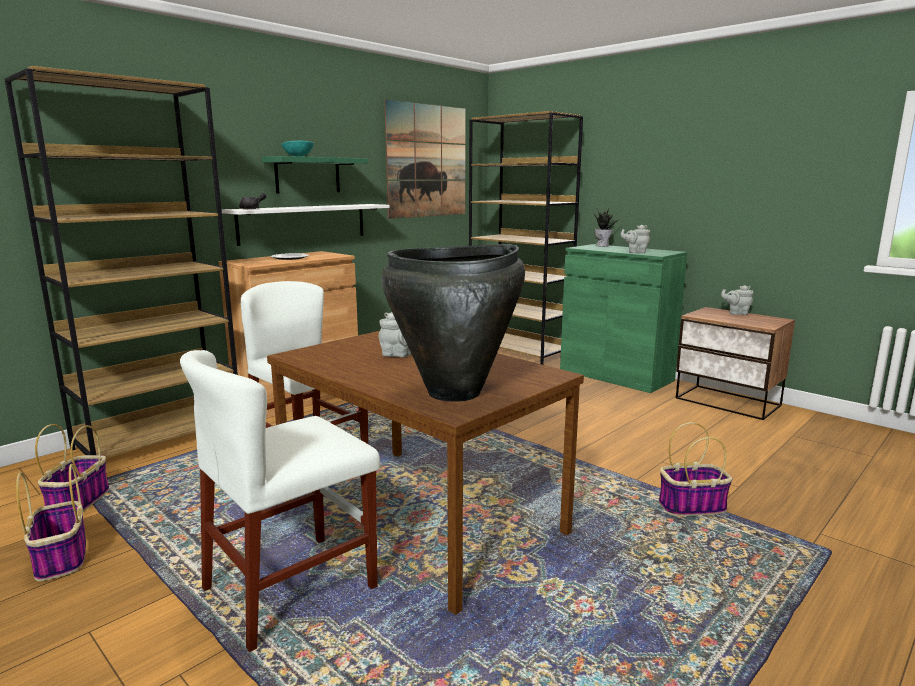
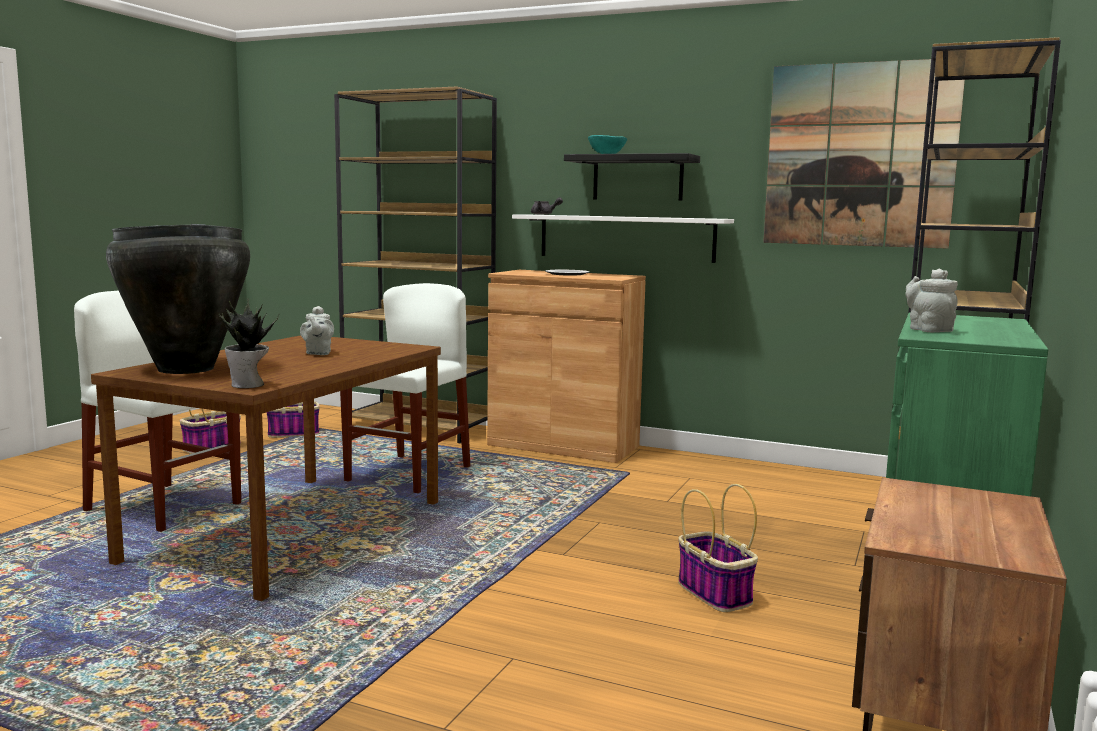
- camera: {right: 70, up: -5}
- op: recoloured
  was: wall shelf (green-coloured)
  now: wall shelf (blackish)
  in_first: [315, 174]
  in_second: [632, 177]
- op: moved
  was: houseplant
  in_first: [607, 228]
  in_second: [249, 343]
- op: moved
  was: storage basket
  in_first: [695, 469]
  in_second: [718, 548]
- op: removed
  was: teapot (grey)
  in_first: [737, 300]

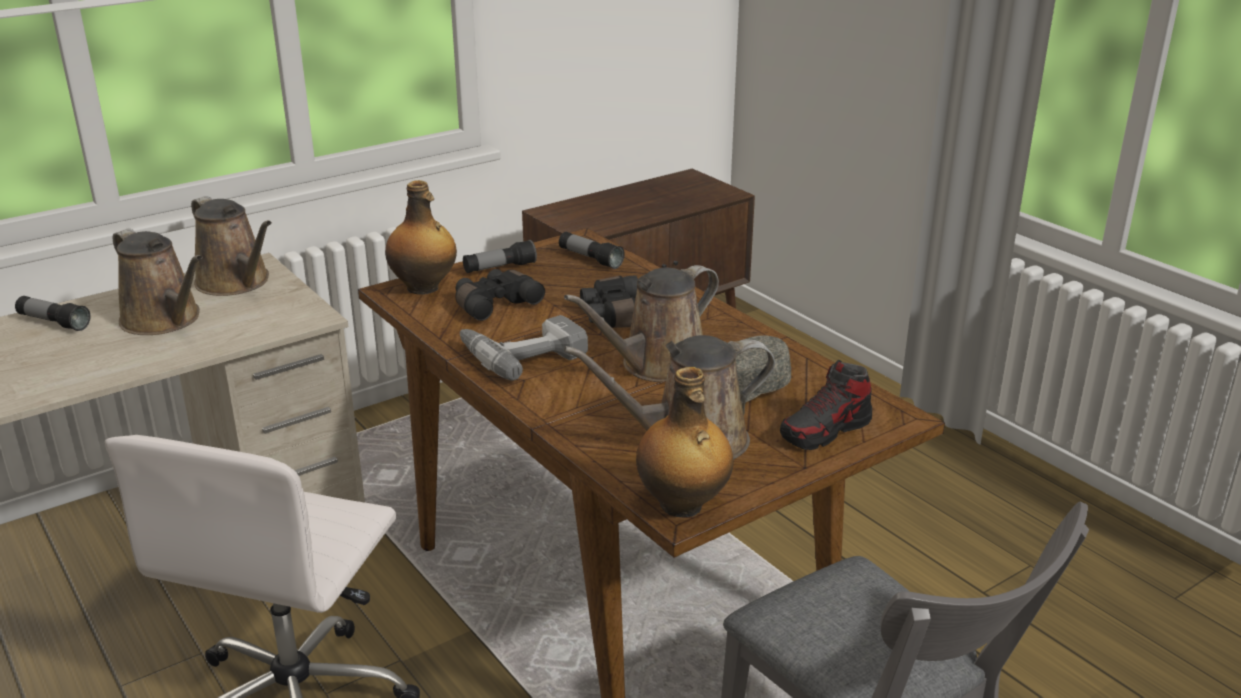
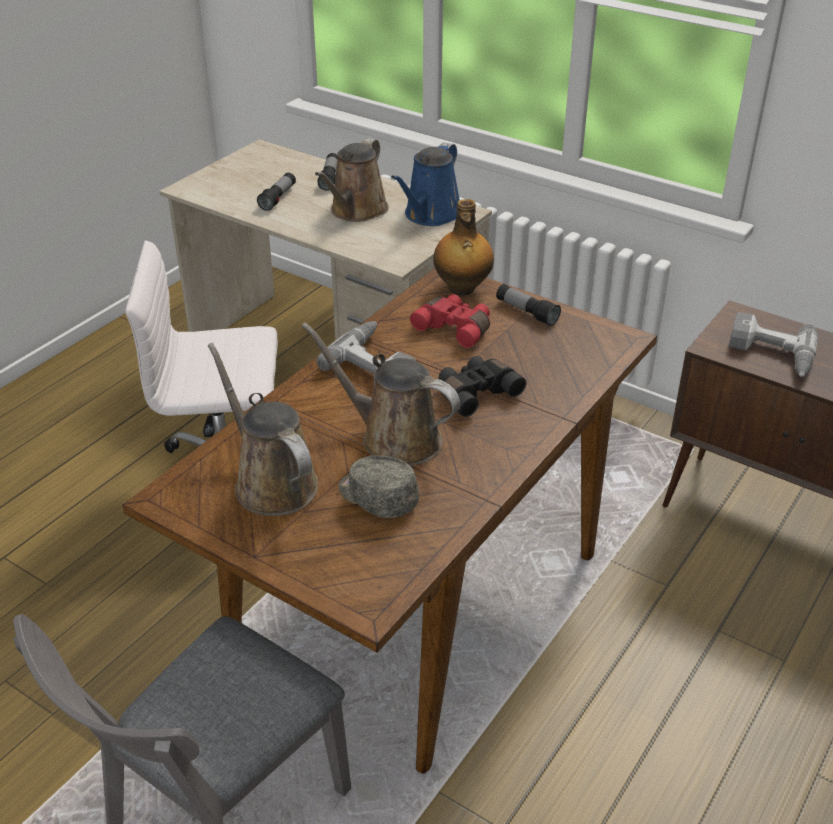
- camera: {right: 70, up: 10}
- op: recoloured
  was: watering pot (brown)
  now: watering pot (blue-coloured)
  in_first: [231, 246]
  in_second: [425, 184]
- op: recoloured
  was: pair of binoculars (blackish)
  now: pair of binoculars (reddish)
  in_first: [500, 295]
  in_second: [450, 321]
- op: moved
  was: hand torch
  in_first: [592, 250]
  in_second: [276, 192]
- op: removed
  was: bottle
  in_first: [685, 442]
- op: removed
  was: item of footwear
  in_first: [826, 405]
- op: added
  now: electric drill
  in_second: [773, 344]

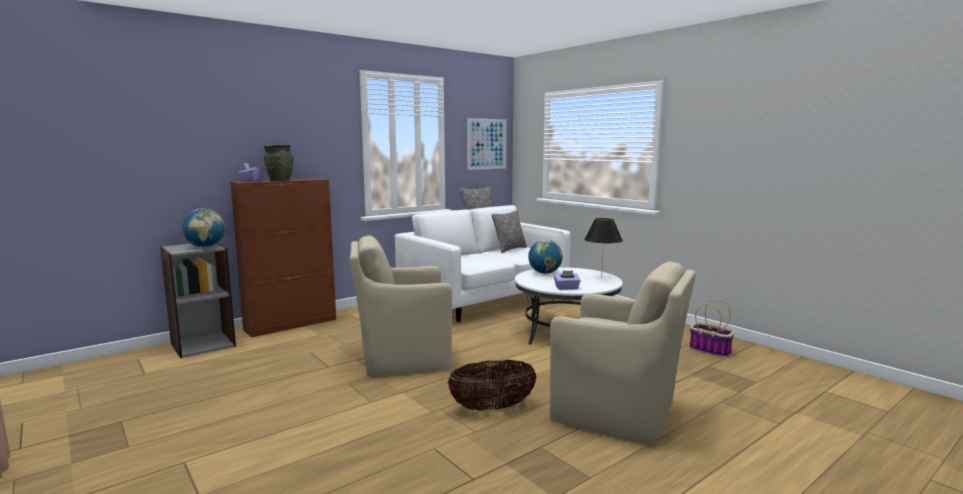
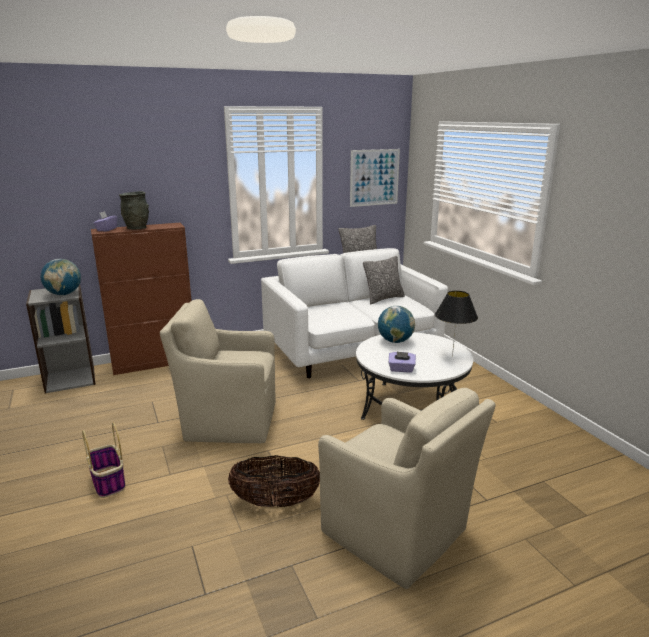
- camera: {right: 15, up: 10}
- op: moved
  was: storage basket
  in_first: [712, 328]
  in_second: [103, 460]

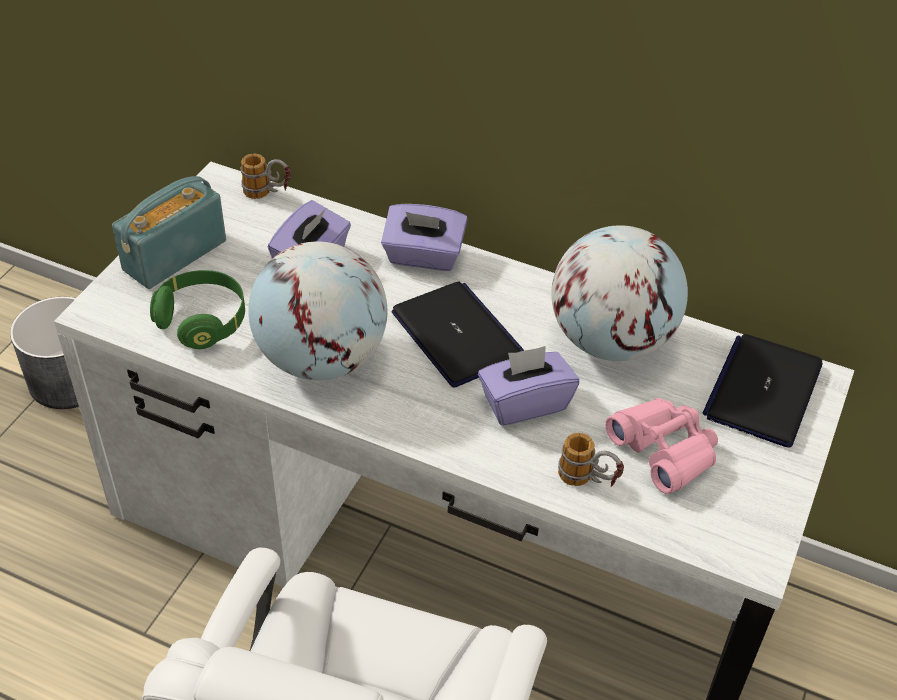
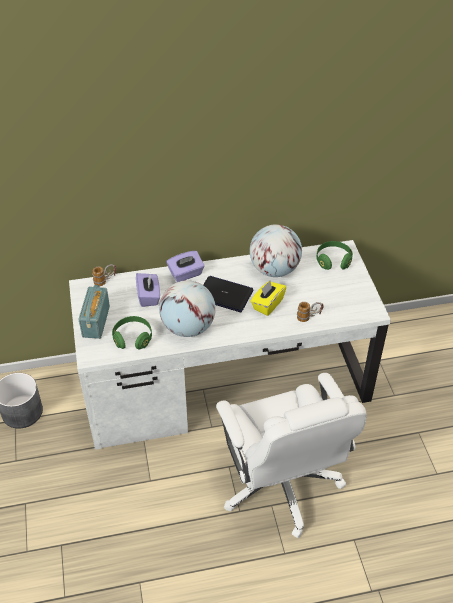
- camera: {right: -35, up: 0}
- op: recoloured
  was: box of tissues (purple-coloured)
  now: box of tissues (yellow)
  in_first: [528, 386]
  in_second: [268, 298]
- op: removed
  was: pair of binoculars (pink-coloured)
  in_first: [661, 446]
- op: replaced
  was: laptop
  now: headphones (green-coloured)
  in_first: [763, 390]
  in_second: [334, 255]

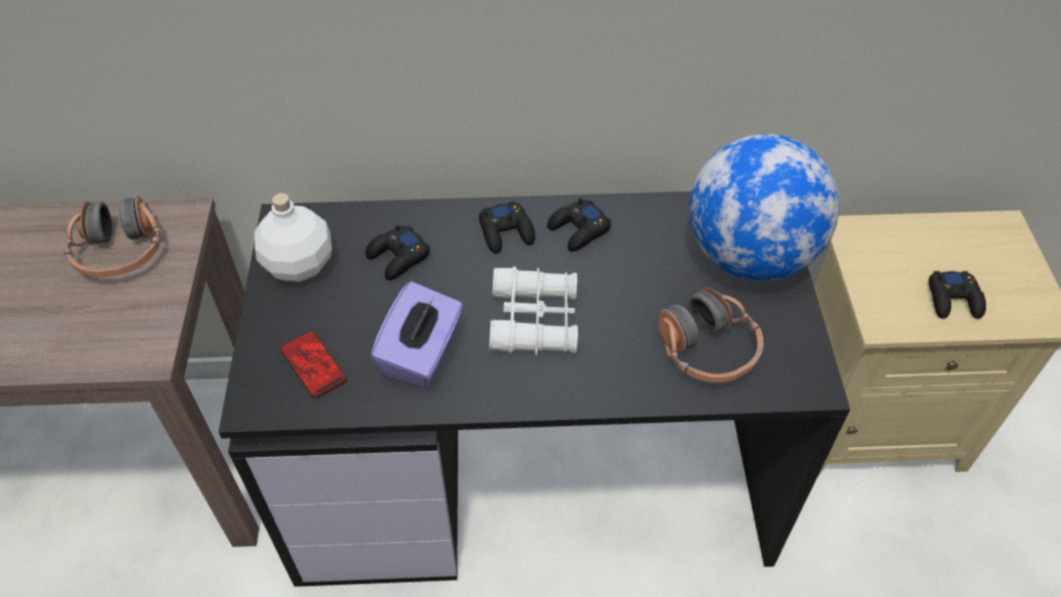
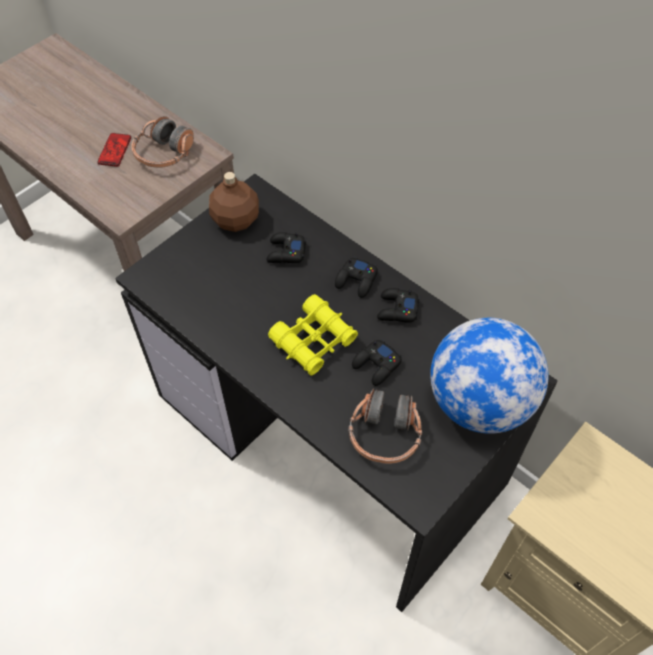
- camera: {right: 45, up: 5}
- op: recoloured
  was: bottle (white-coloured)
  now: bottle (brown)
  in_first: [293, 237]
  in_second: [234, 202]
- op: moved
  was: telephone
  in_first: [313, 364]
  in_second: [114, 150]
- op: removed
  was: box of tissues (purple-coloured)
  in_first: [417, 335]
- op: recoloured
  was: pair of binoculars (white-coloured)
  now: pair of binoculars (yellow)
  in_first: [533, 311]
  in_second: [313, 335]
- op: moved
  was: game controller (blackish)
  in_first: [957, 295]
  in_second: [377, 362]

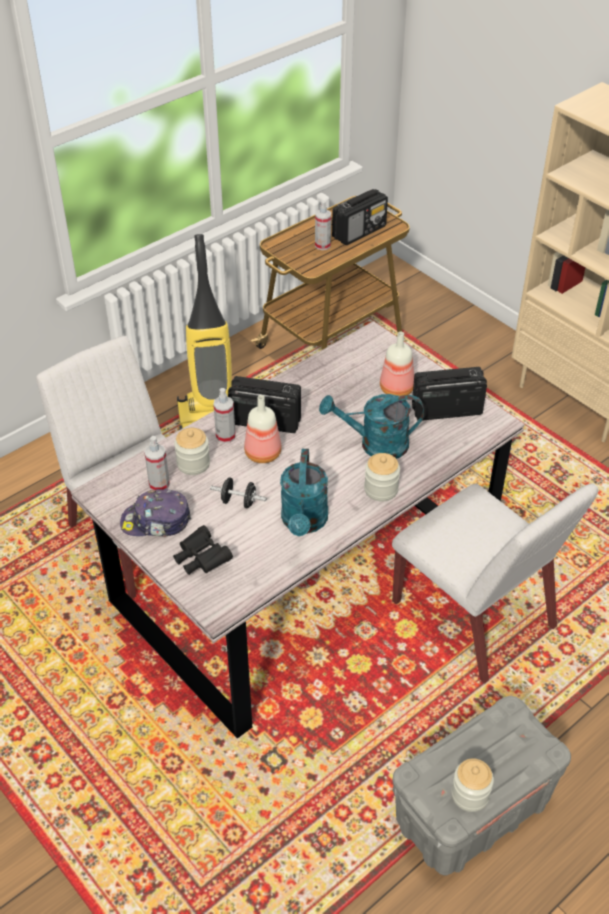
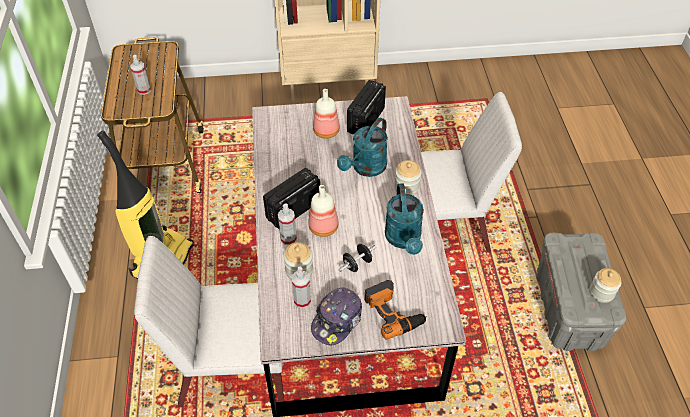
- camera: {right: -55, up: 5}
- op: replaced
  was: pair of binoculars (blackish)
  now: electric drill
  in_first: [203, 550]
  in_second: [395, 309]
- op: turned
  was: watering pot (blue-green)
  in_first: [304, 492]
  in_second: [404, 219]
  clockwise: 45
- op: removed
  was: radio set
  in_first: [360, 217]

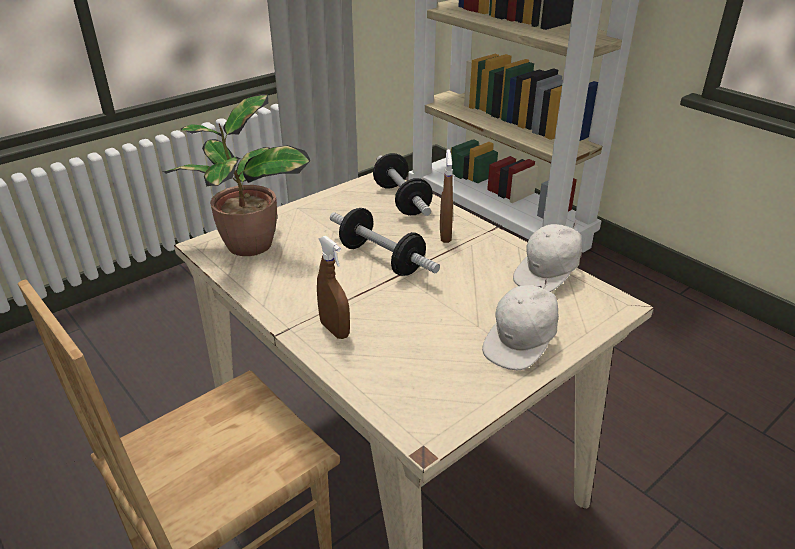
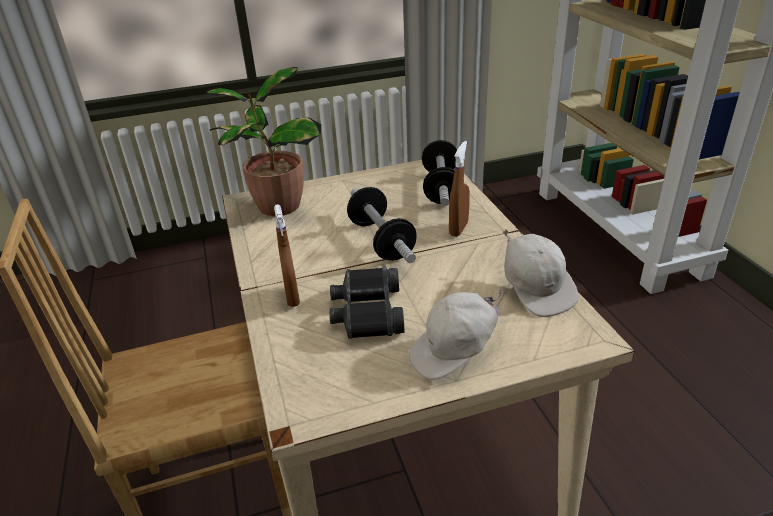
- camera: {right: 25, up: 0}
- op: turned
  was: cap (white-coloured)
  in_first: [547, 257]
  in_second: [541, 273]
  clockwise: -90
- op: added
  now: pair of binoculars (blackish)
  in_second: [366, 302]

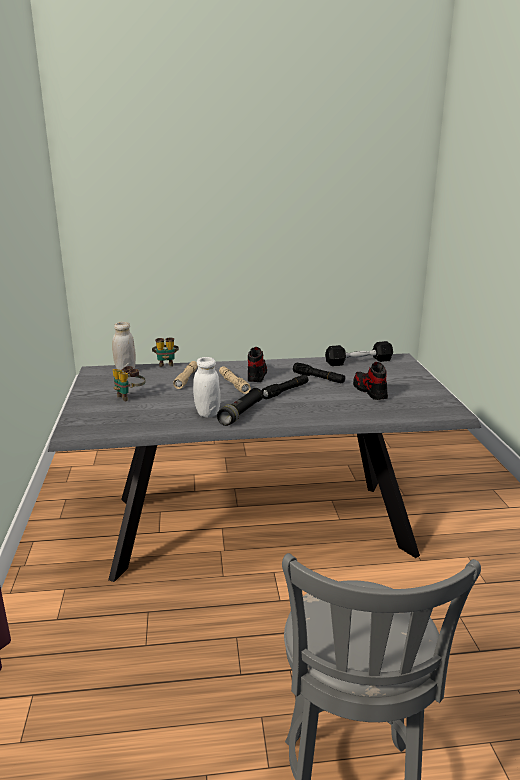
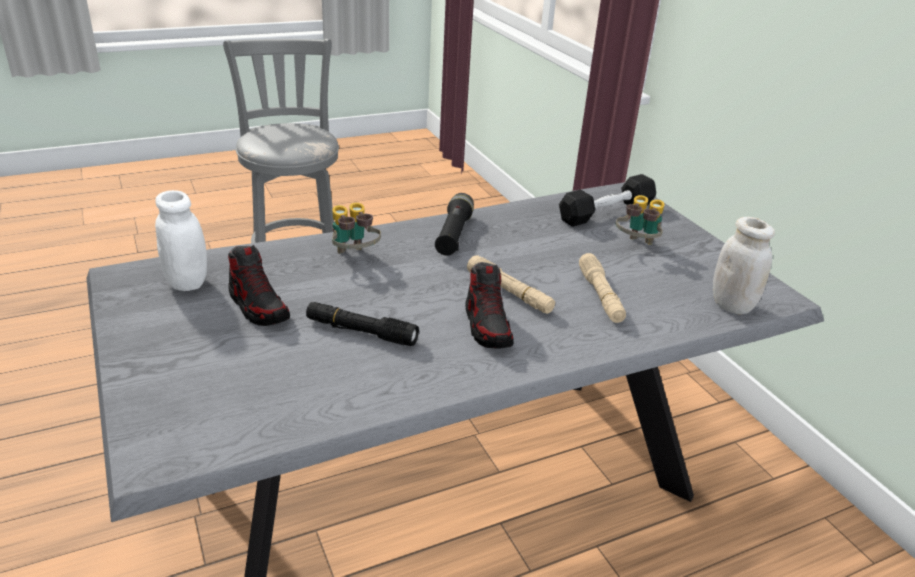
- camera: {right: 160, up: 10}
- op: moved
  was: pair of binoculars
  in_first: [165, 352]
  in_second: [356, 228]
- op: moved
  was: storage jar (white-coloured)
  in_first: [206, 387]
  in_second: [181, 240]
- op: removed
  was: hand torch (blackish)
  in_first: [284, 387]
- op: moved
  was: free weight (blackish)
  in_first: [359, 353]
  in_second: [607, 200]

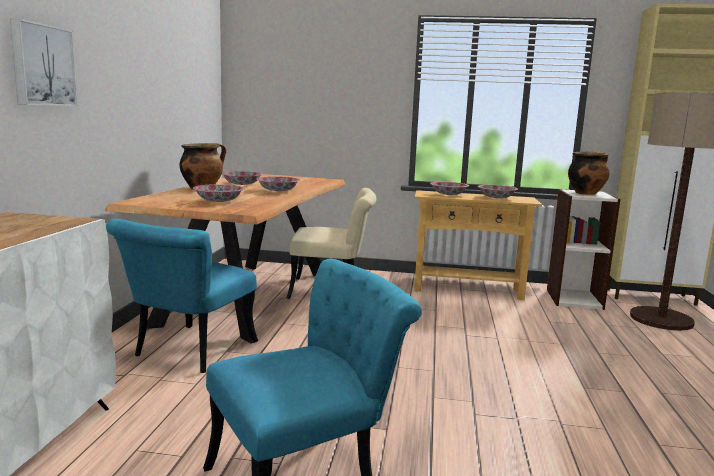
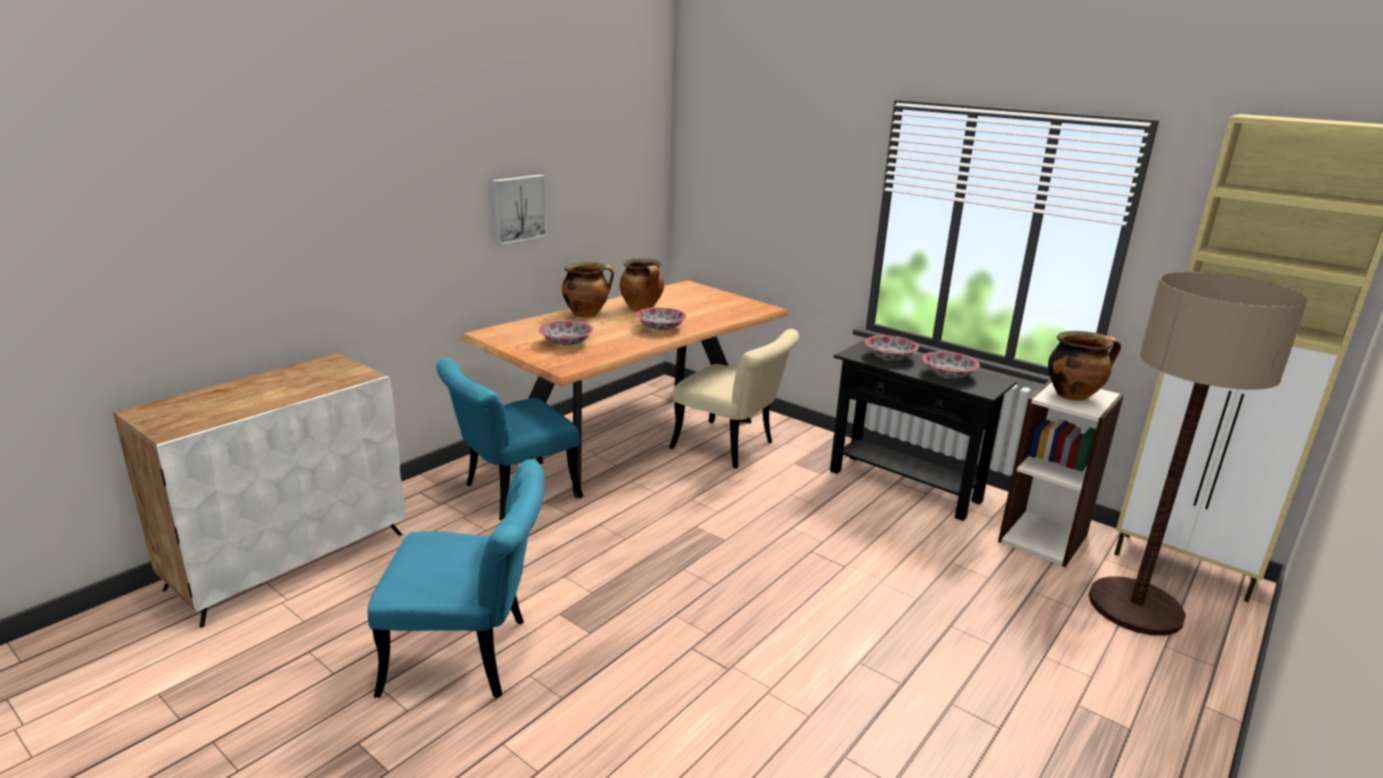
- camera: {right: 30, up: 10}
- op: moved
  was: wall art
  in_first: [44, 62]
  in_second: [519, 209]
- op: replaced
  was: bowl
  now: stockpot
  in_first: [242, 178]
  in_second: [642, 284]
- op: recoloured
  was: console table (sand-coloured)
  now: console table (blackish)
  in_first: [478, 245]
  in_second: [923, 431]

